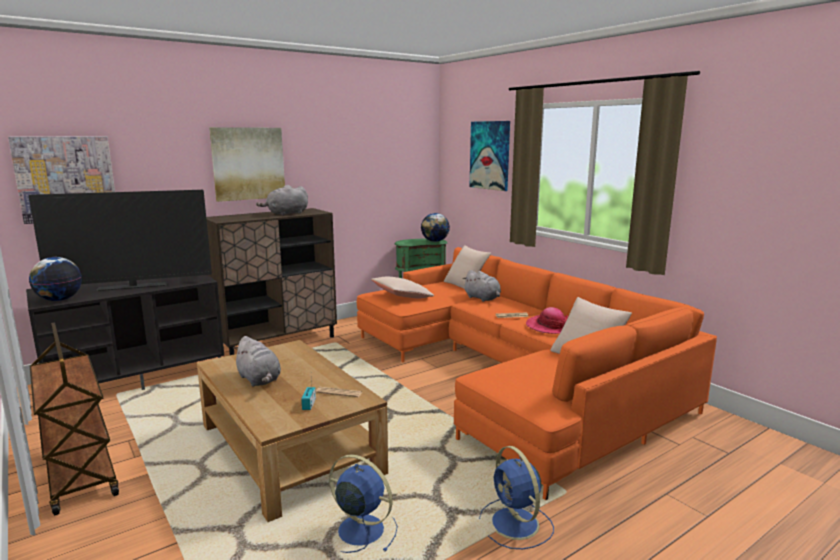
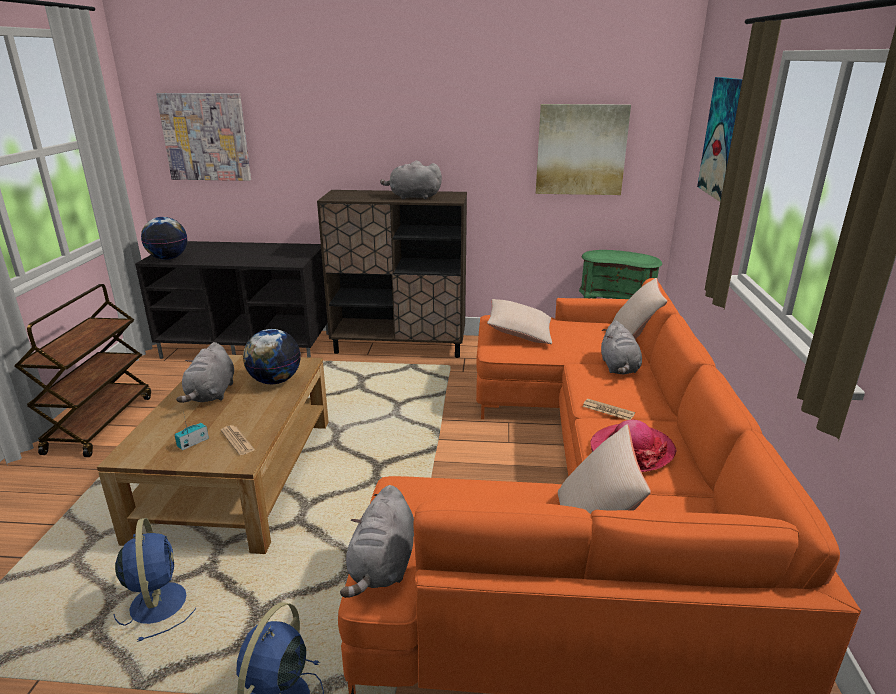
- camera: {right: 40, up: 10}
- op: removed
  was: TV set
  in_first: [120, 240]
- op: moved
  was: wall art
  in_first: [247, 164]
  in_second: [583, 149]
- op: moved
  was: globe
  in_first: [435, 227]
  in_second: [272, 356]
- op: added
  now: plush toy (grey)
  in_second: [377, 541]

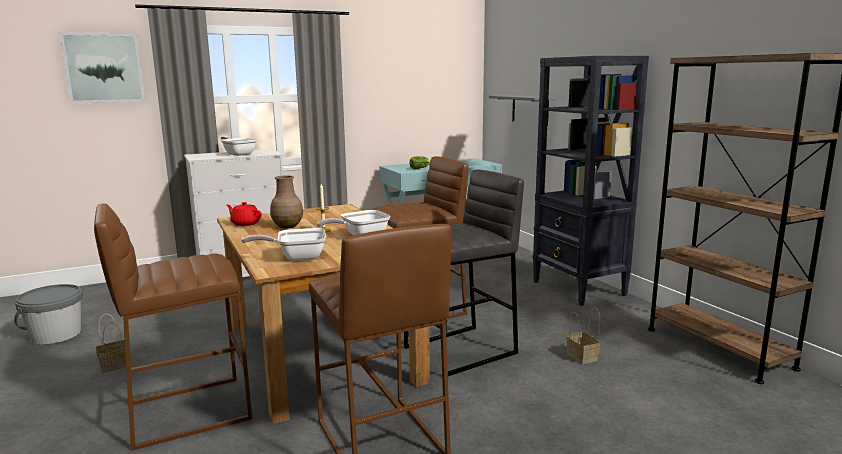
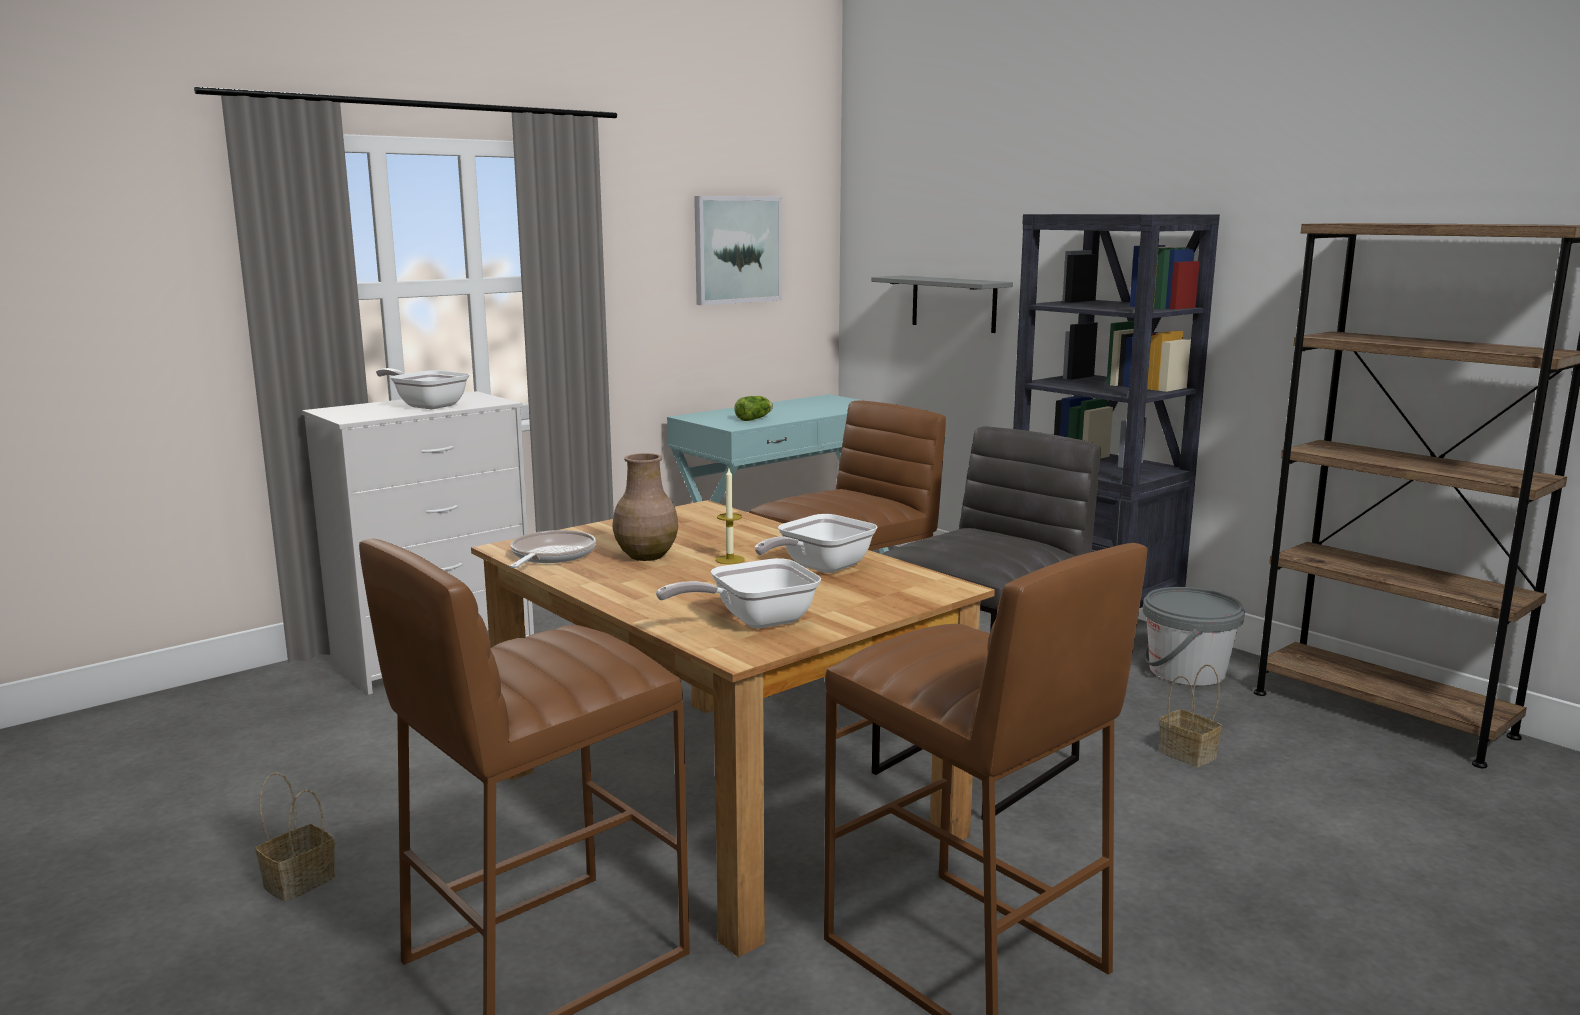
- camera: {right: -15, up: 0}
- op: moved
  was: water bucket (grey)
  in_first: [48, 314]
  in_second: [1194, 636]
- op: moved
  was: wall art
  in_first: [102, 68]
  in_second: [738, 250]
- op: replaced
  was: teapot (reddish)
  now: skillet
  in_first: [244, 214]
  in_second: [553, 549]

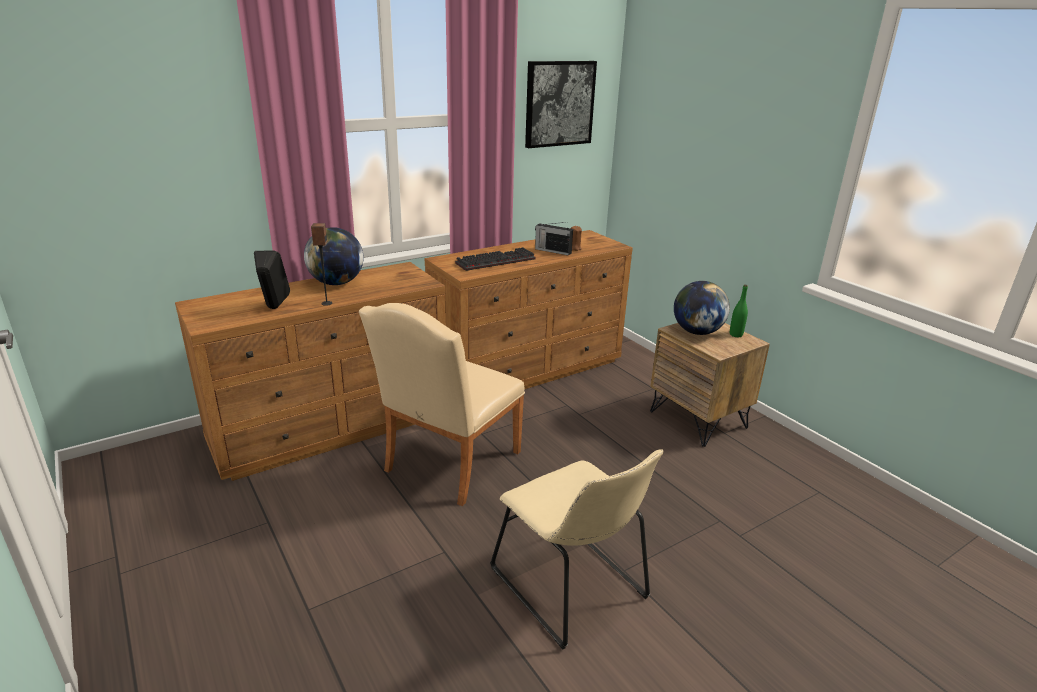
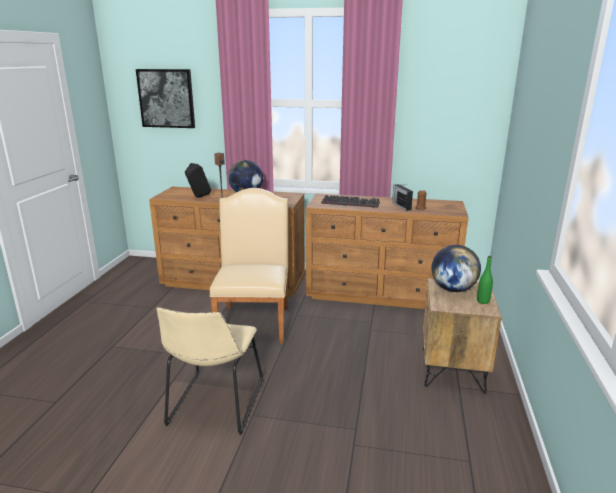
- camera: {right: 45, up: -5}
- op: turned
  was: upright chair (sand-coloured)
  in_first: [442, 404]
  in_second: [249, 266]
  clockwise: 105
- op: moved
  was: wall art
  in_first: [561, 104]
  in_second: [165, 98]

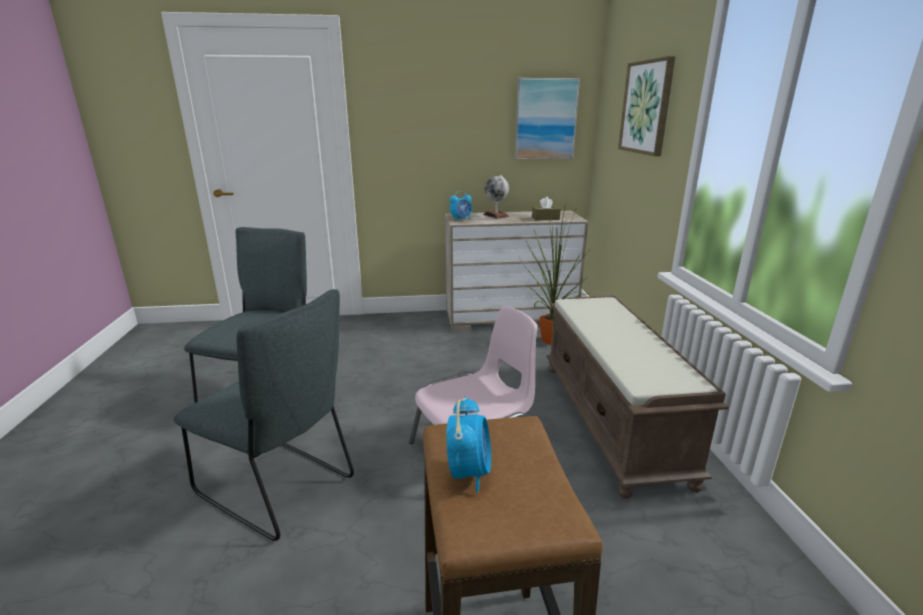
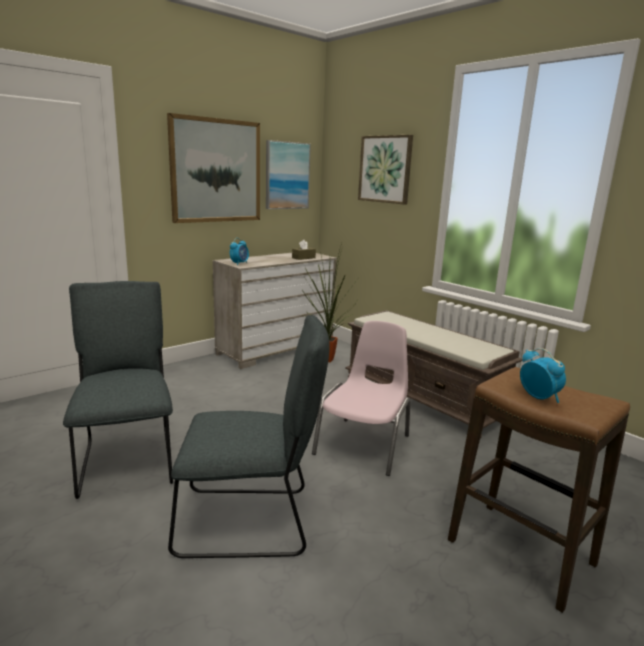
- camera: {right: -35, up: -5}
- op: removed
  was: globe
  in_first: [496, 197]
- op: added
  now: wall art
  in_second: [213, 168]

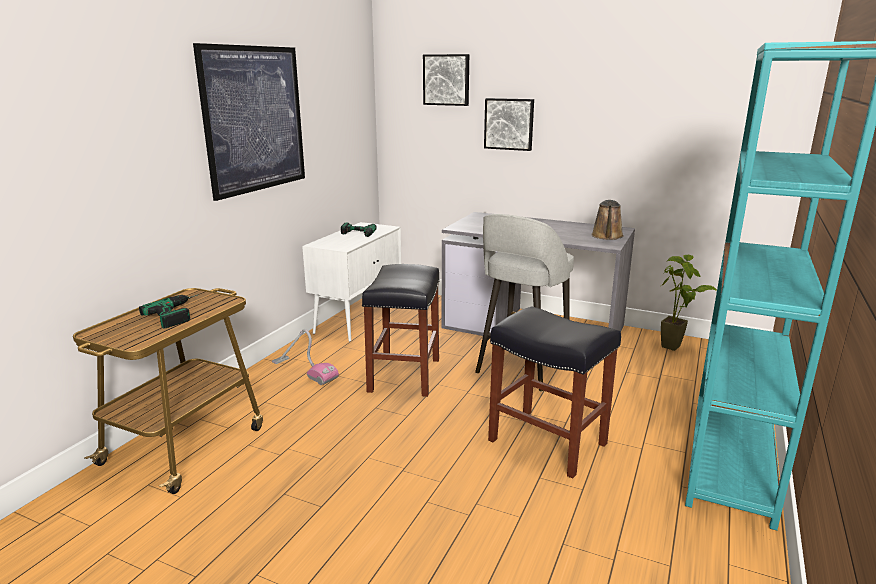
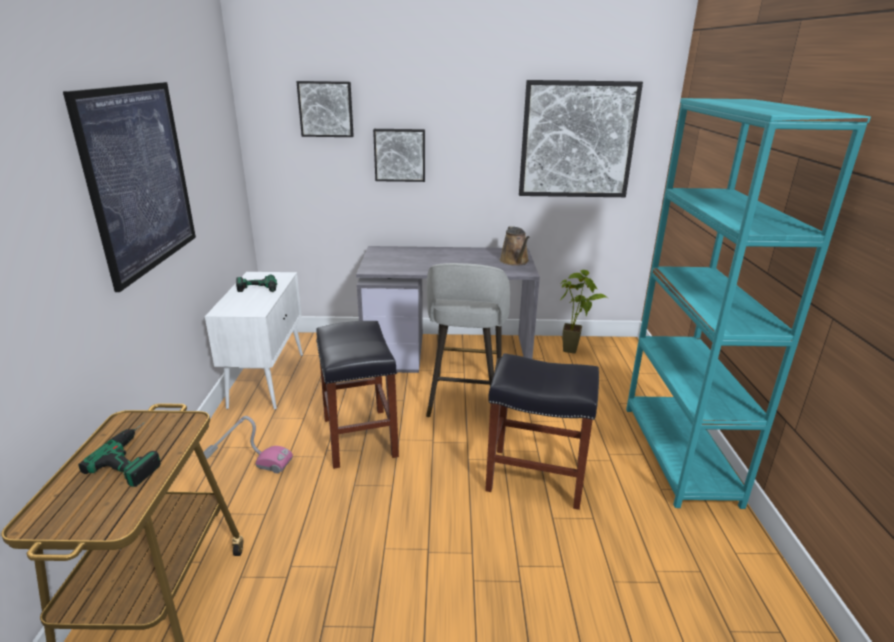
- camera: {right: -25, up: 5}
- op: added
  now: wall art
  in_second: [581, 138]

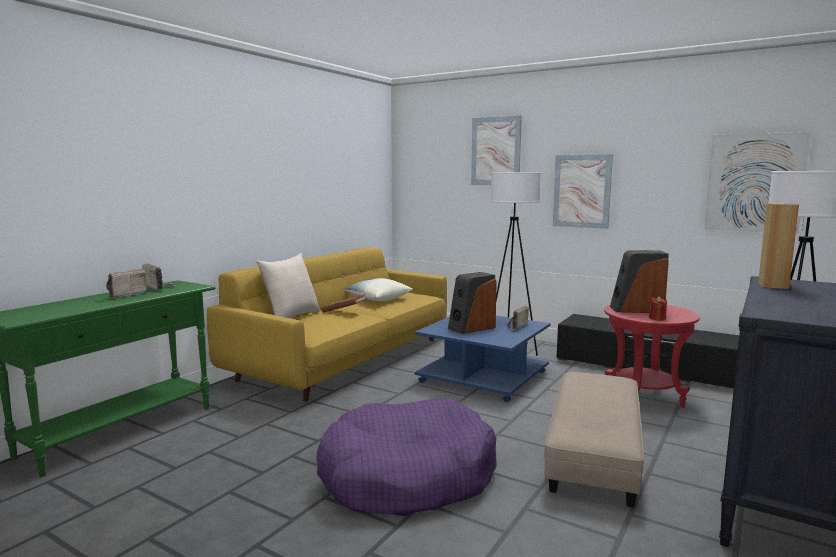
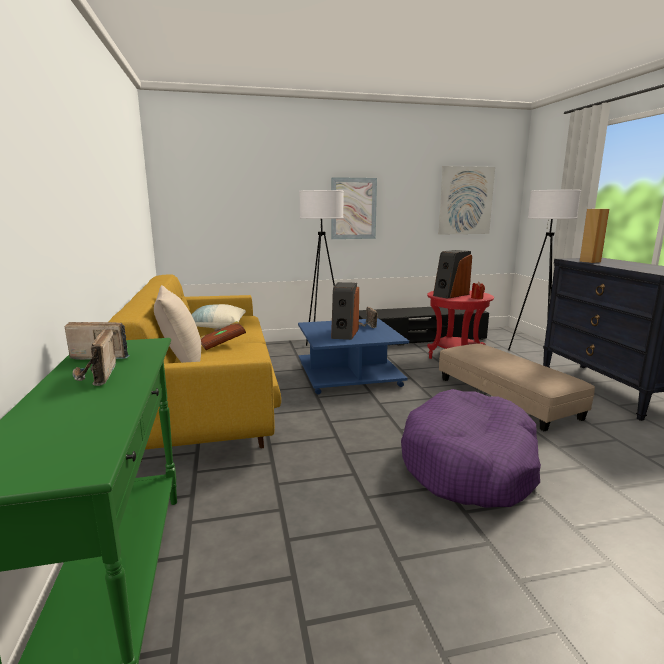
- camera: {right: -45, up: 5}
- op: removed
  was: wall art
  in_first: [496, 150]

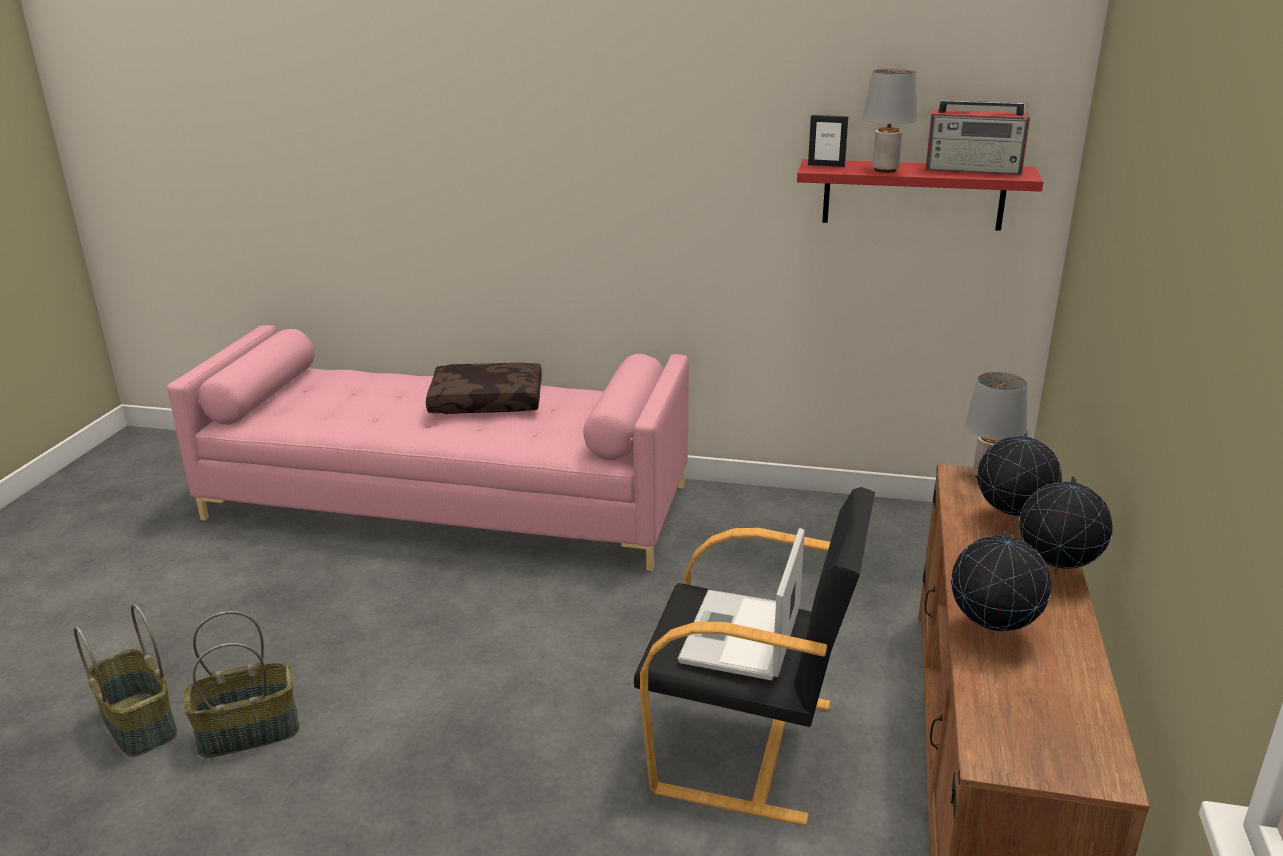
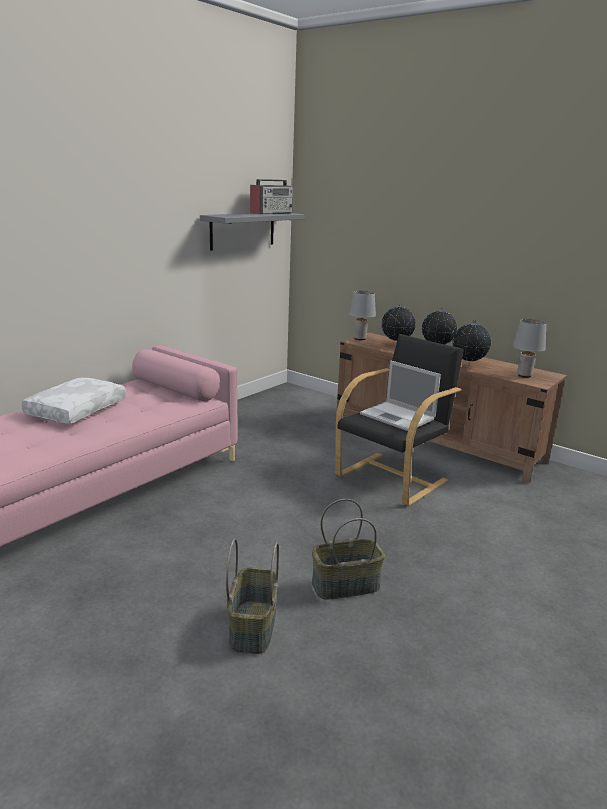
- camera: {right: -65, up: -5}
- op: moved
  was: storage basket
  in_first: [125, 680]
  in_second: [348, 549]
- op: recoloured
  was: pillow (brown)
  now: pillow (white-coloured)
  in_first: [484, 388]
  in_second: [74, 401]
- op: recoloured
  was: wall shelf (reddish)
  now: wall shelf (grey)
  in_first: [920, 195]
  in_second: [252, 232]
- op: removed
  was: picture frame
  in_first: [828, 141]
- op: moved
  was: table lamp (grey)
  in_first: [890, 121]
  in_second: [529, 348]

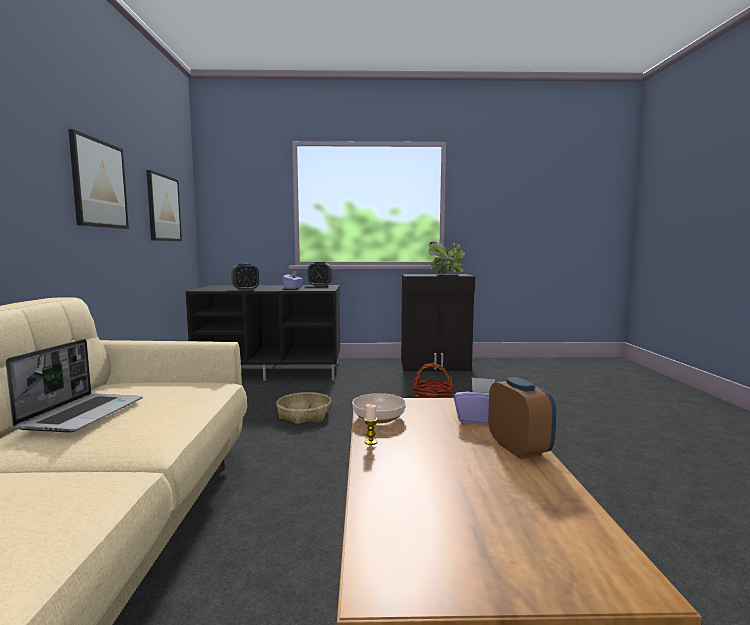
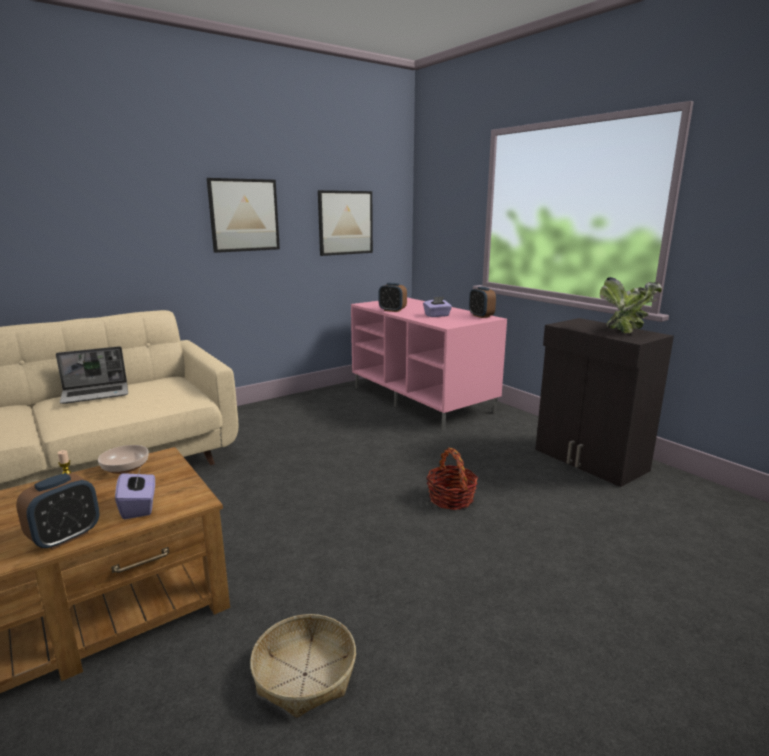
- camera: {right: 55, up: 10}
- op: recoloured
  was: tv stand (blackish)
  now: tv stand (pink-coloured)
  in_first: [263, 333]
  in_second: [429, 363]
- op: moved
  was: storage basket
  in_first: [303, 408]
  in_second: [303, 666]

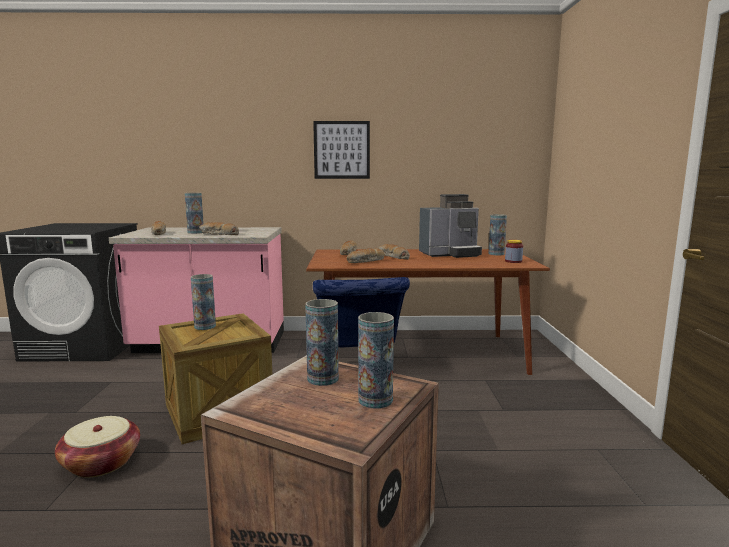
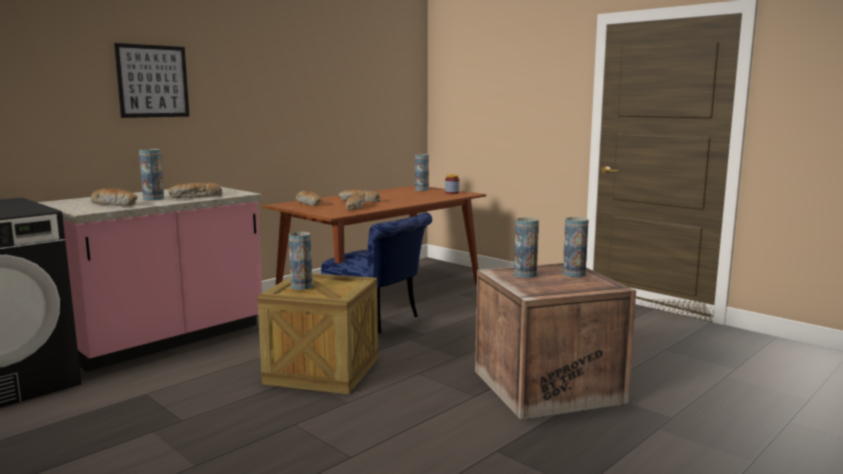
- camera: {right: -45, up: 0}
- op: removed
  was: storage basket
  in_first: [97, 447]
- op: moved
  was: wall art
  in_first: [341, 150]
  in_second: [151, 80]
- op: removed
  was: coffee machine
  in_first: [450, 226]

